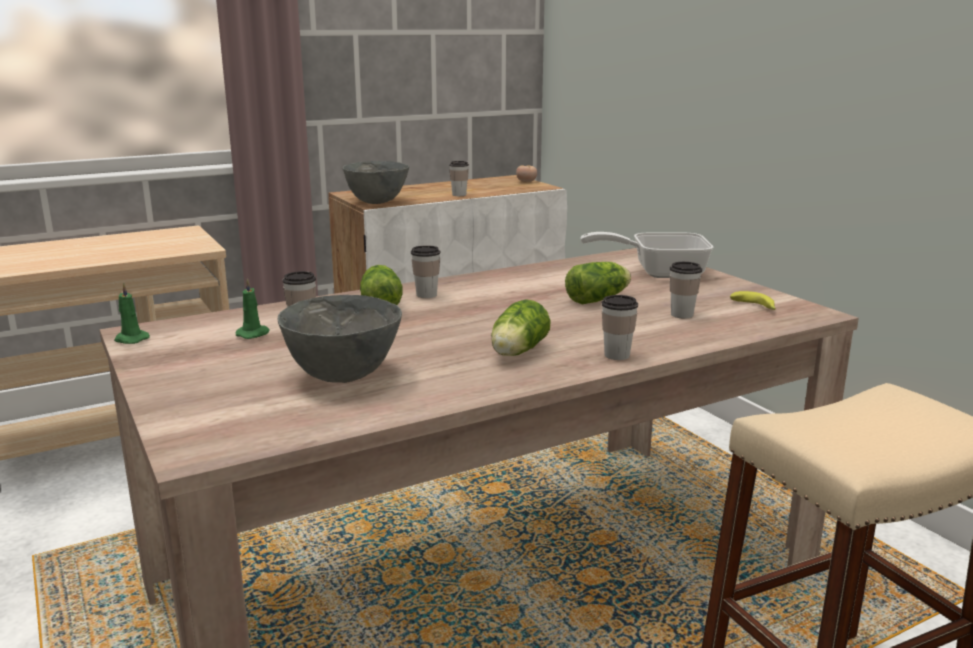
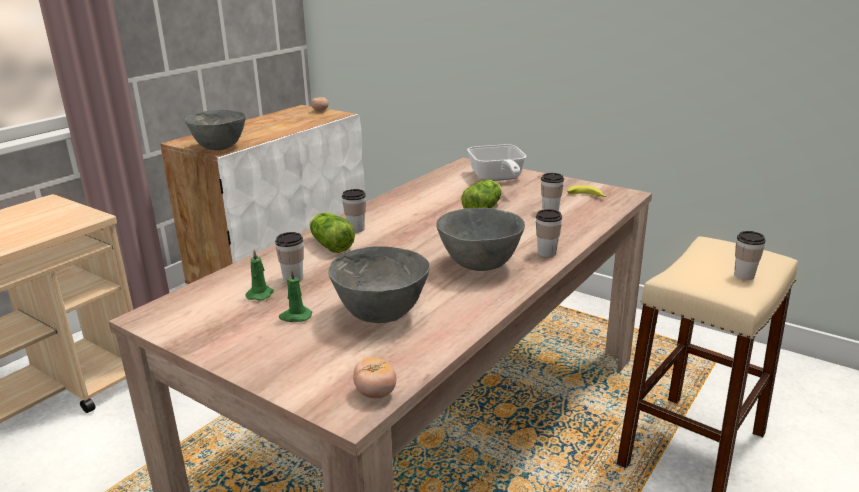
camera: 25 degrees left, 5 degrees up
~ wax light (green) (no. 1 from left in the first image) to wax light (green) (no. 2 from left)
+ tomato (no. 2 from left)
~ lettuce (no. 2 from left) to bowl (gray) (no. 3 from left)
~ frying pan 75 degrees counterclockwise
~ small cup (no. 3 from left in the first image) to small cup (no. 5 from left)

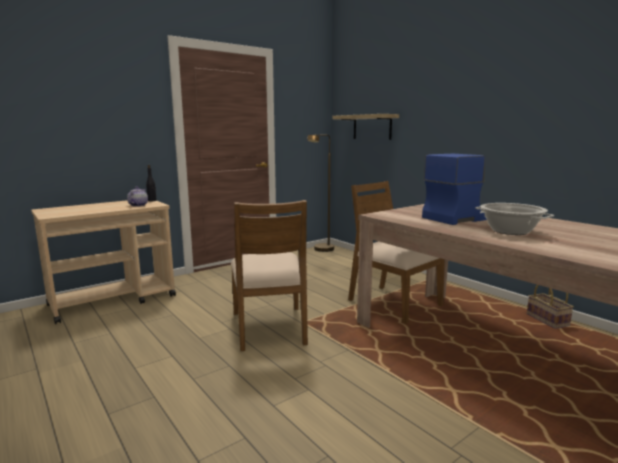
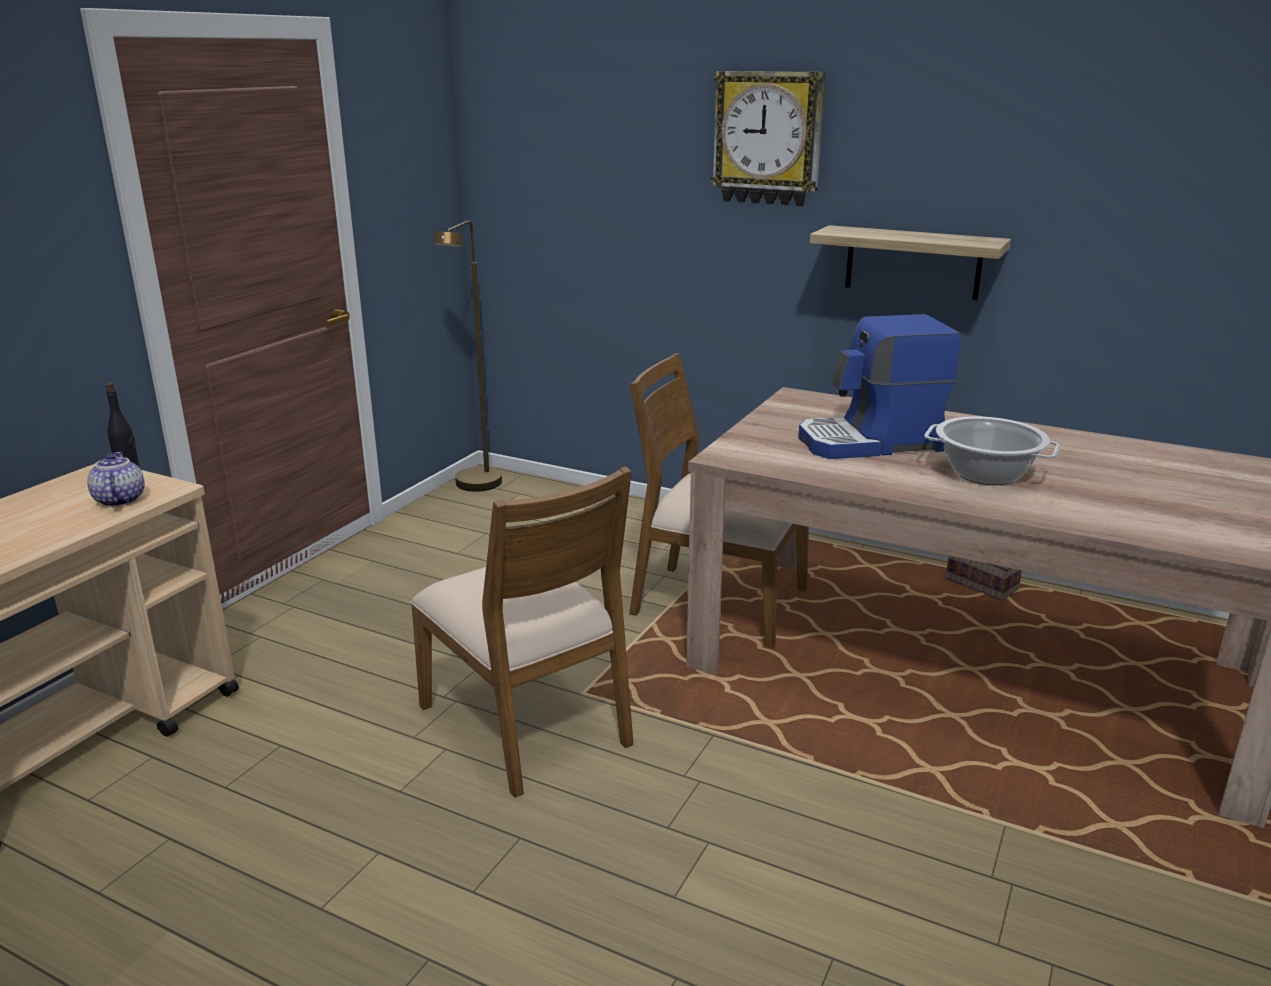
camera: 25 degrees left, 10 degrees up
+ wall clock
~ coffee brewer 135 degrees counterclockwise
~ bracket shelf

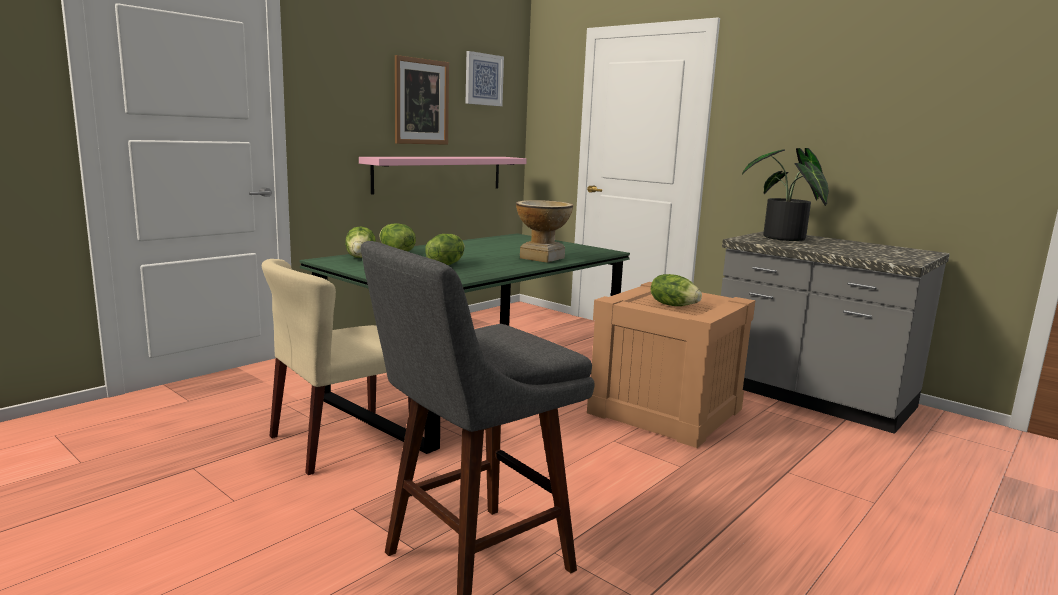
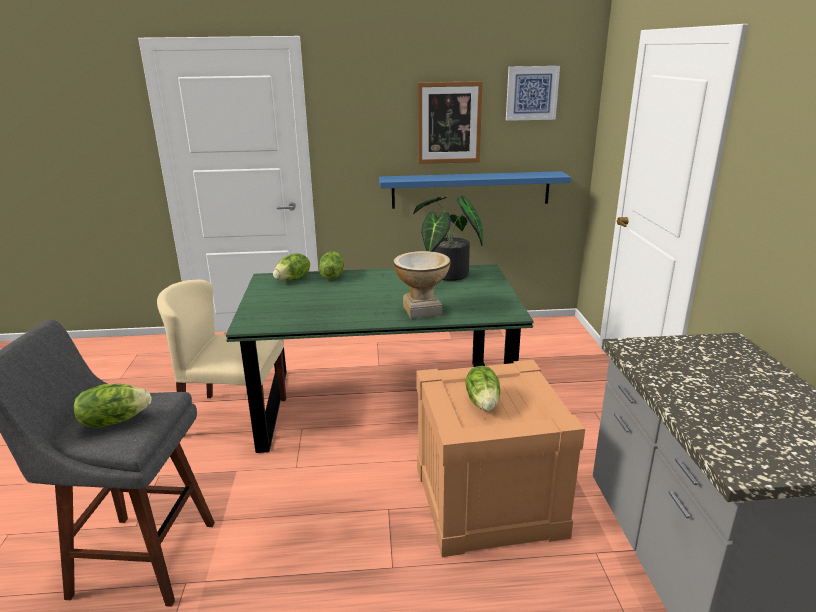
camera: 45 degrees right, 10 degrees up
~ lettuce (no. 3 from left in the first image) to lettuce (no. 1 from left)
~ bracket shelf (pinkish) to bracket shelf (blue)
~ houseplant

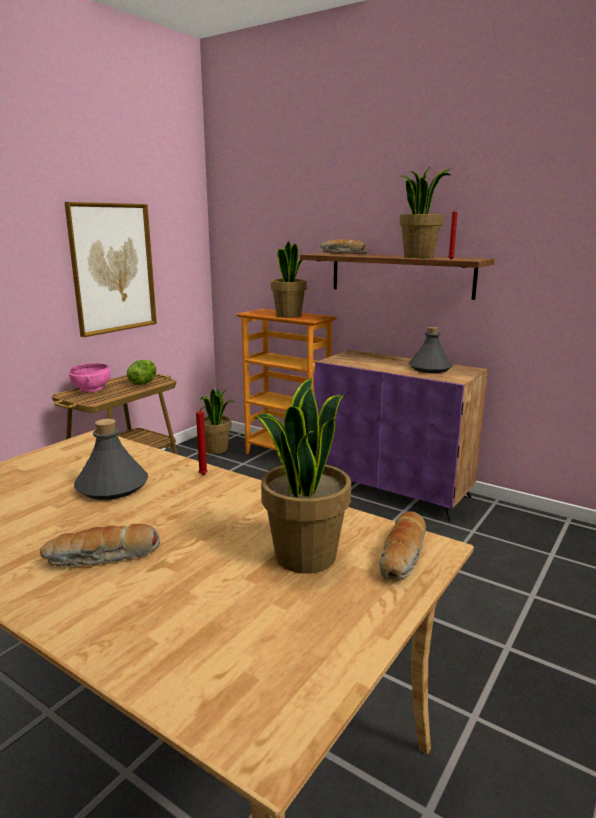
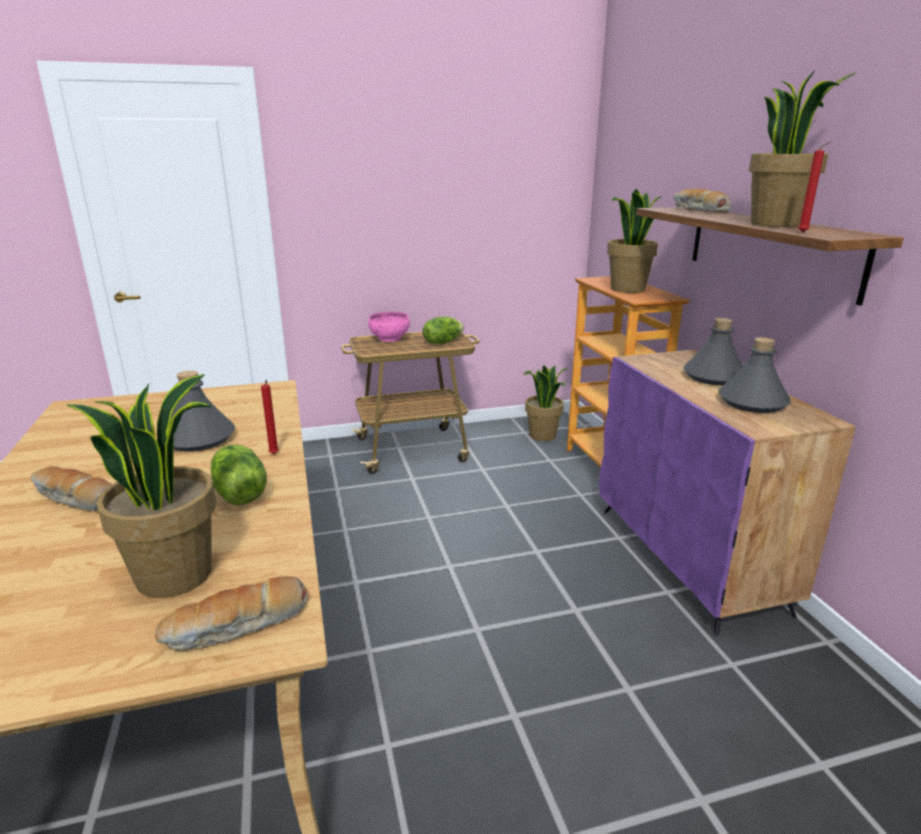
camera: 40 degrees right, 5 degrees up
+ lettuce (no. 1 from left)
+ beverage bottle (gray) (no. 2 from left)
- picture

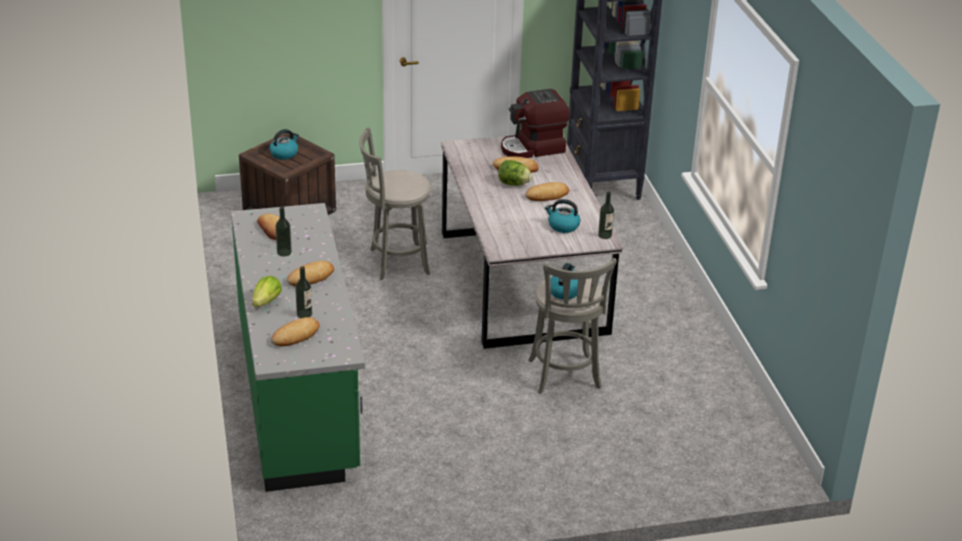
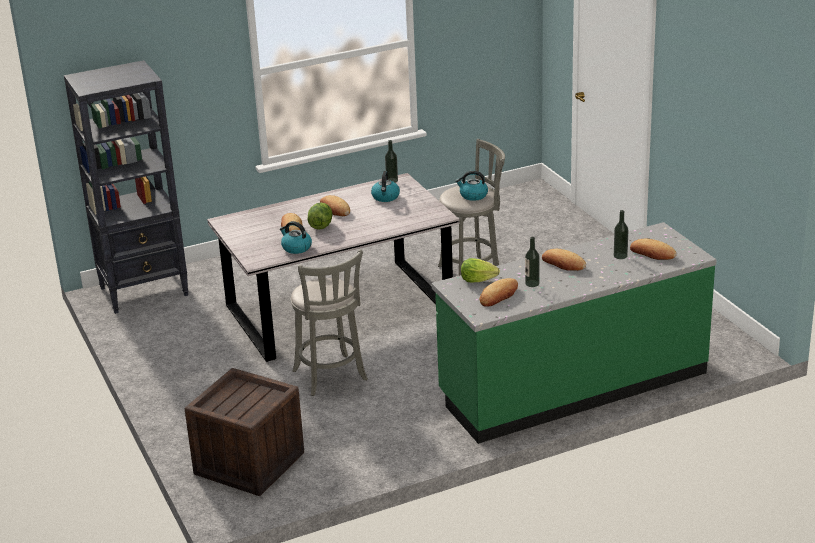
camera: 100 degrees left, 5 degrees down
~ kettle (no. 1 from left)
~ lettuce (no. 1 from left in the first image) to lettuce (no. 2 from left)
- coffee brewer

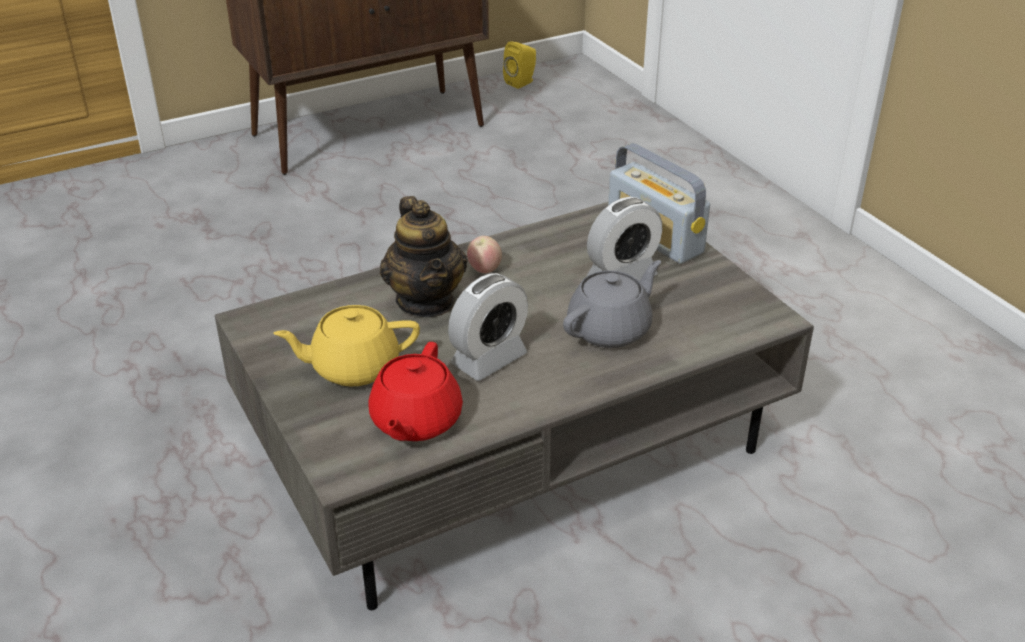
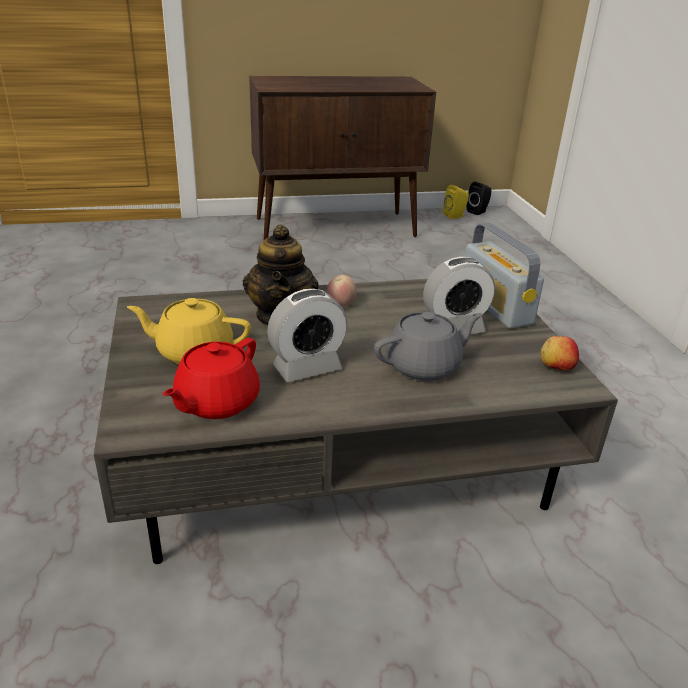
camera: 15 degrees right, 5 degrees down
+ loudspeaker (black-coloured)
+ whole apple (no. 2 from left)

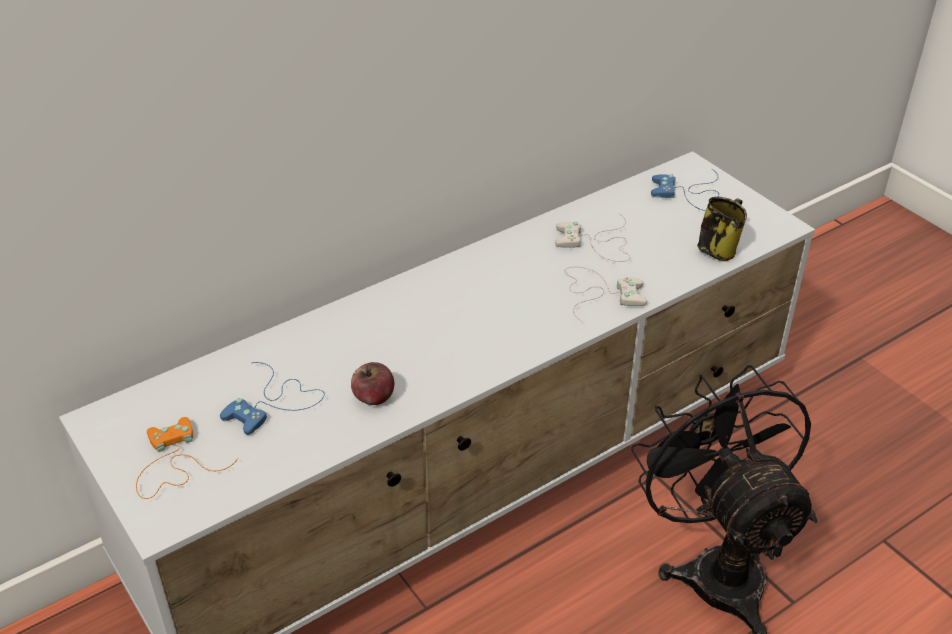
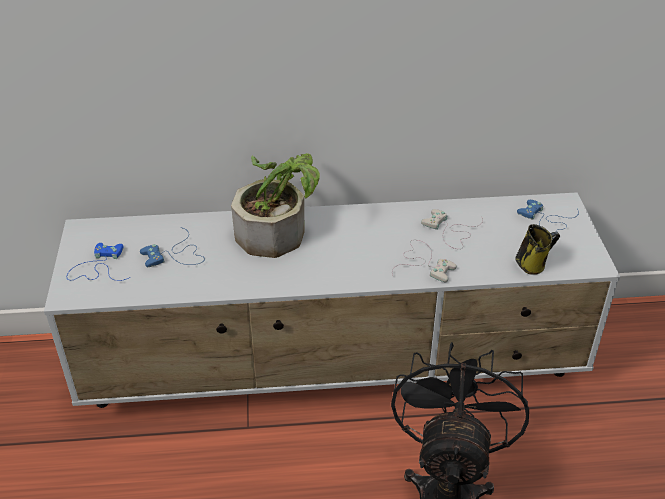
camera: 30 degrees right, 0 degrees up
~ joypad (orangey) to joypad (blue) (no. 1 from left)
+ houseplant
- whole apple

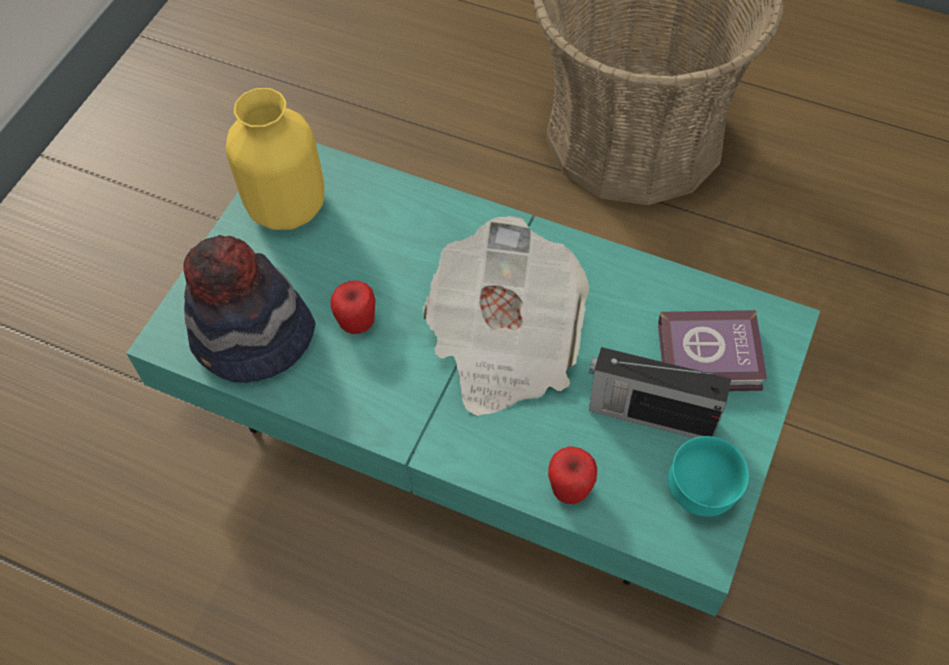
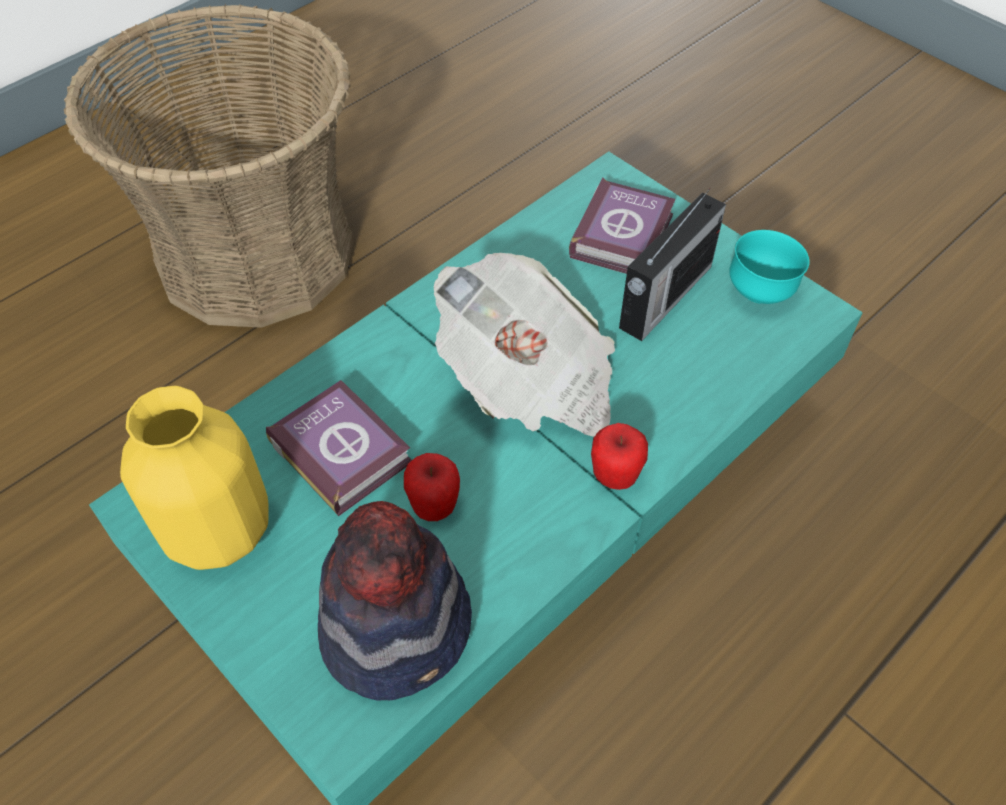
camera: 70 degrees left, 5 degrees down
+ volume (no. 1 from left)
~ whole apple (no. 2 from left)

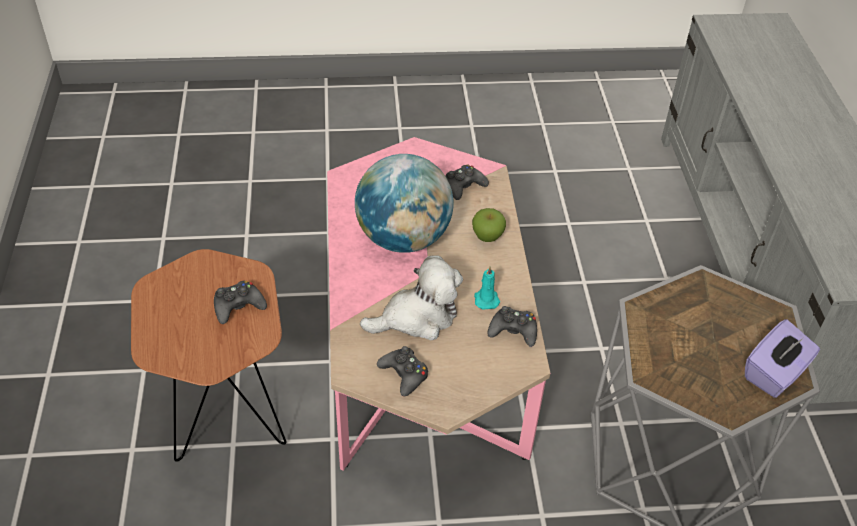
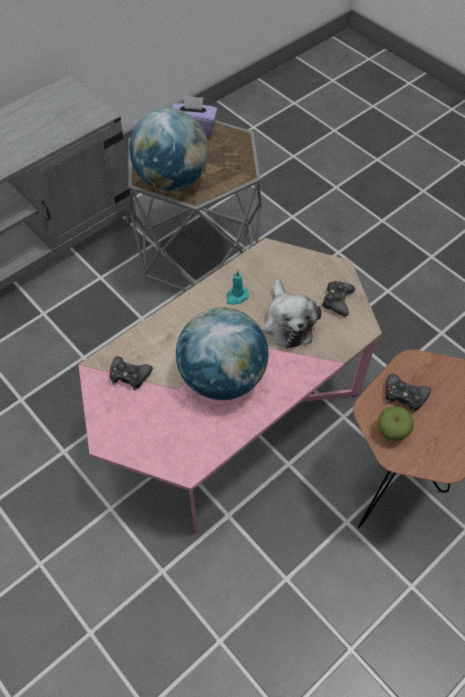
camera: 125 degrees left, 10 degrees up
+ world globe (no. 1 from left)
~ plush toy 135 degrees counterclockwise
~ whole apple
- joypad (black-coloured) (no. 4 from left)

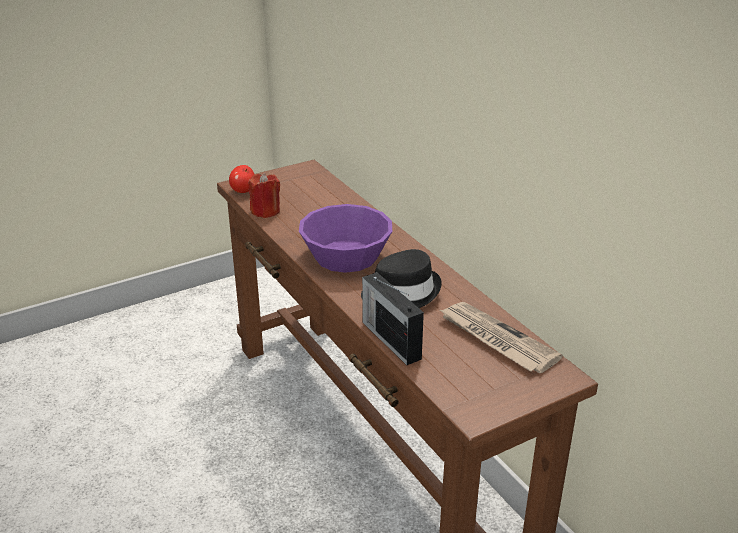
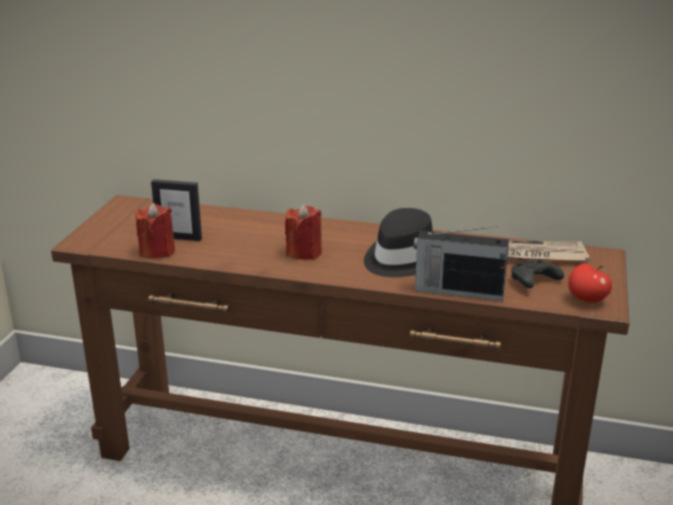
camera: 45 degrees left, 5 degrees down
+ photo frame
~ bowl (purple) to wax light (reddish) (no. 2 from left)
+ joypad (black-coloured)
~ whole apple

